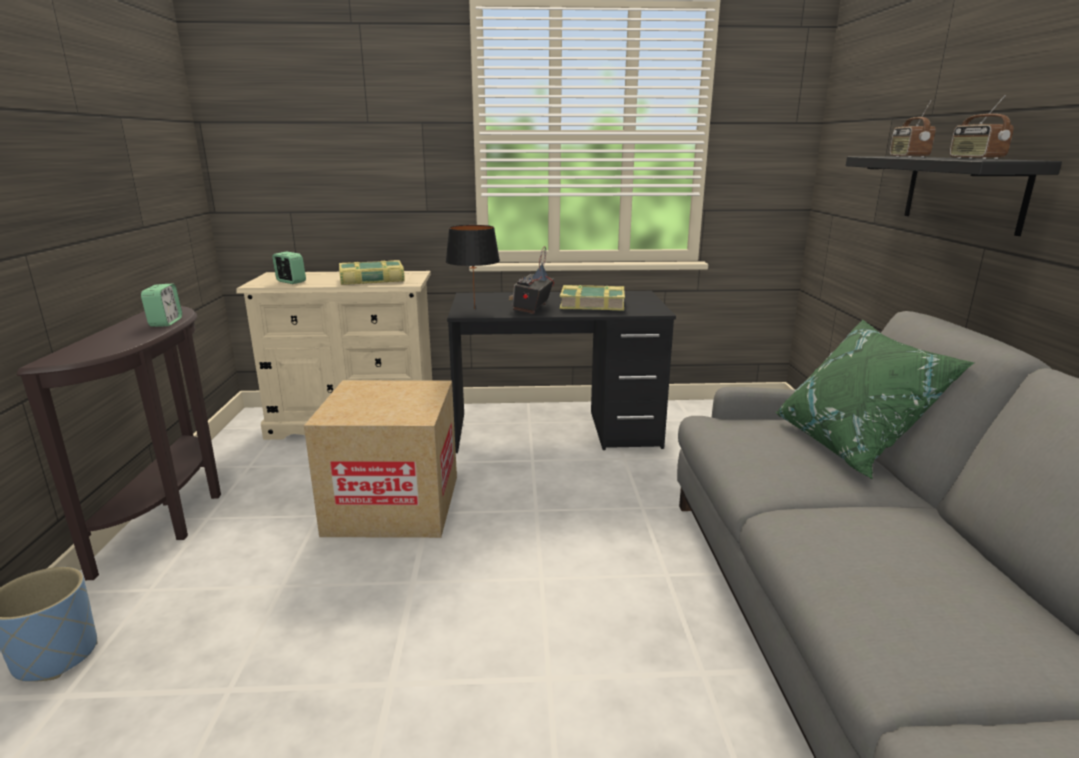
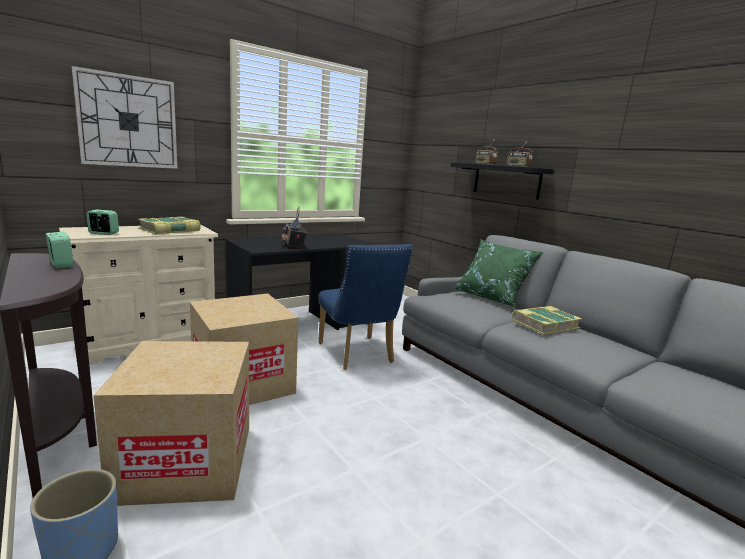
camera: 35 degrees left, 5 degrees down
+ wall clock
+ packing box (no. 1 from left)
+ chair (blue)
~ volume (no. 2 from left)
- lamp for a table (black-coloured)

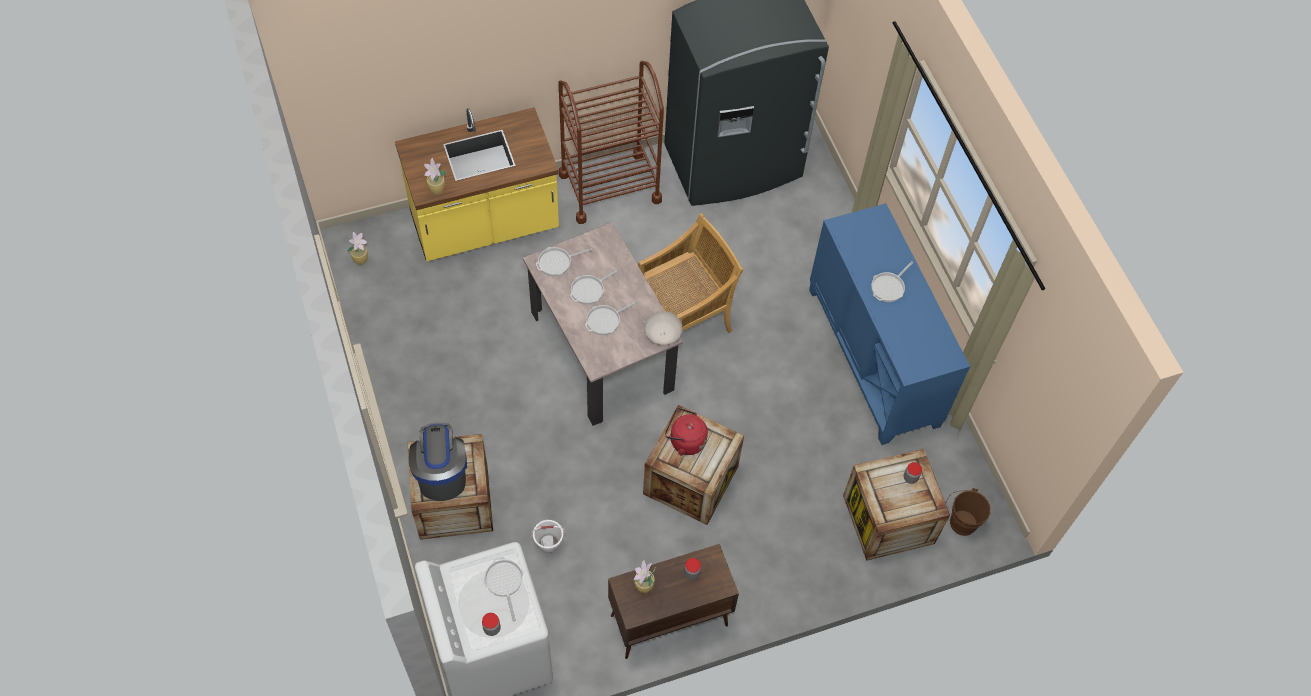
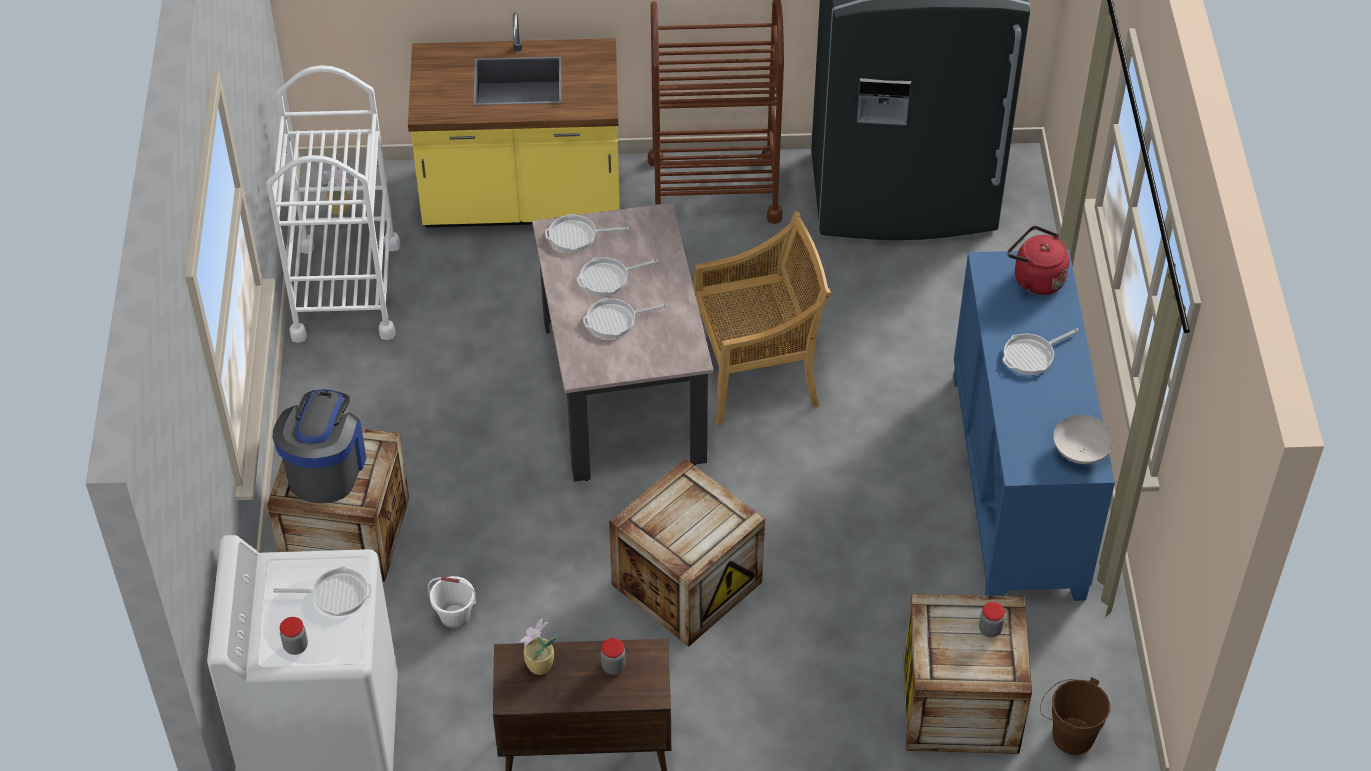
camera: 20 degrees right, 10 degrees down
+ cart (whitish)
~ frying pan (no. 1 from left) 90 degrees clockwise
~ kettle (reddish)
~ bowl (whitish)
- houseplant (no. 2 from left)

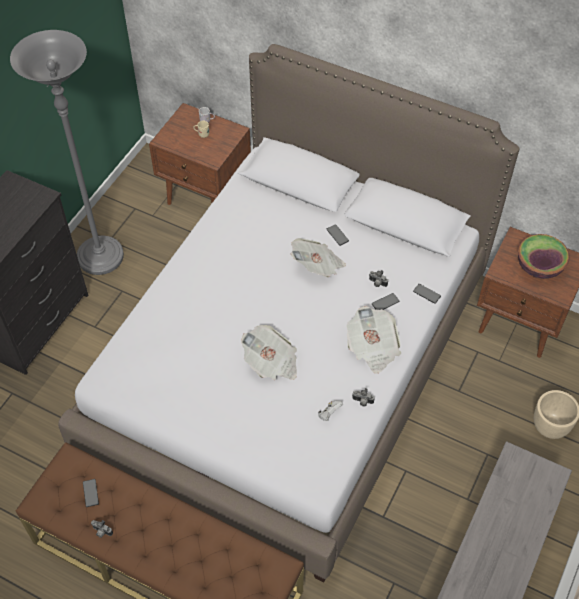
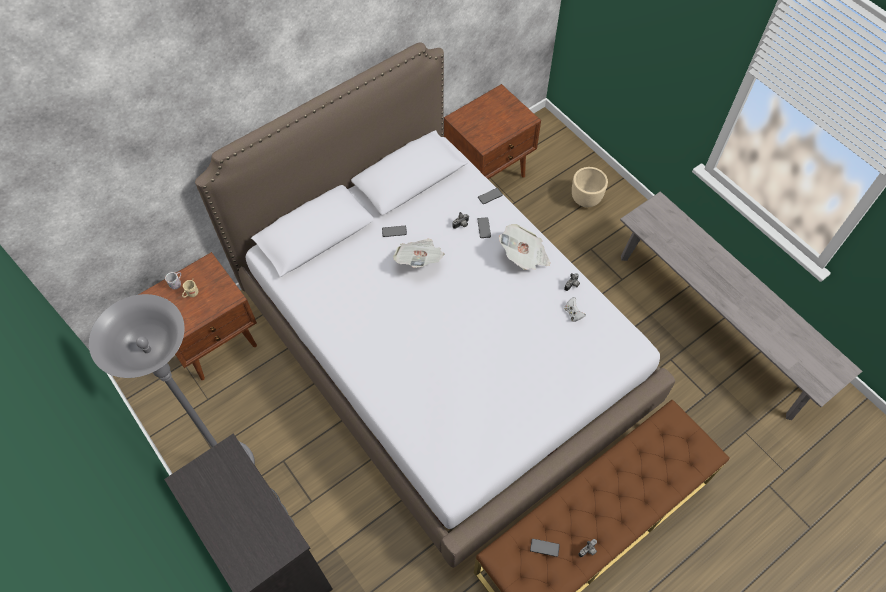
camera: 65 degrees left, 5 degrees up
- newspaper (no. 1 from left)
- bowl

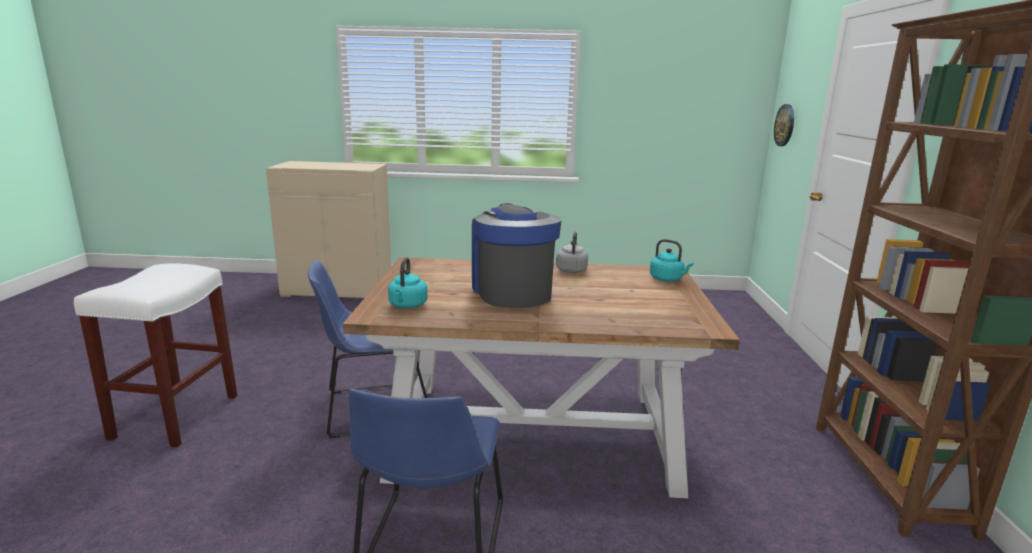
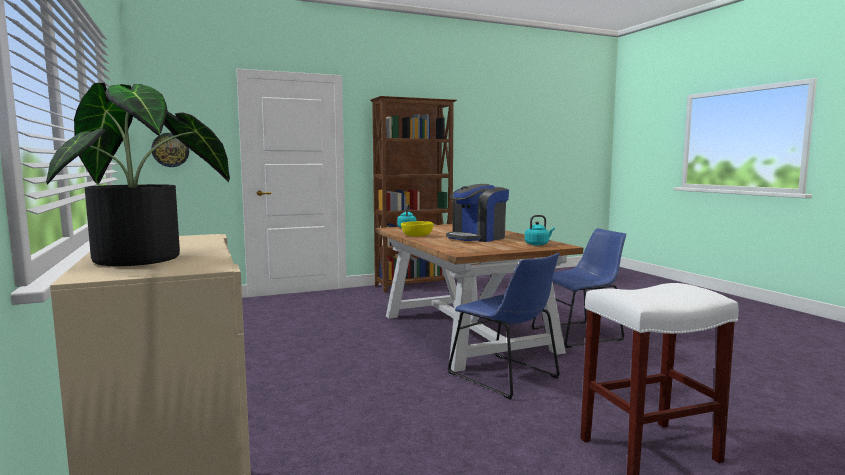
camera: 115 degrees left, 10 degrees down
+ houseplant
~ kettle (gray) to bowl (yellow-coloured)

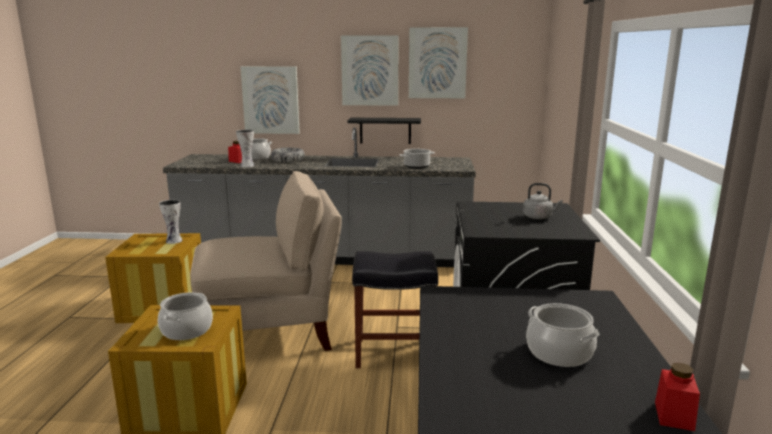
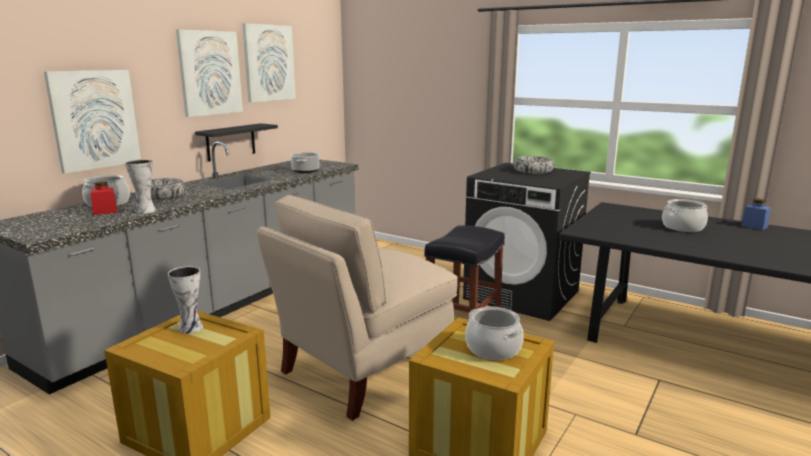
camera: 60 degrees left, 0 degrees up
~ chair (sand-coloured) 150 degrees counterclockwise
~ kettle (gray) to bowl (no. 2 from left)
~ storage jar (reddish) (no. 2 from left) to storage jar (blue)

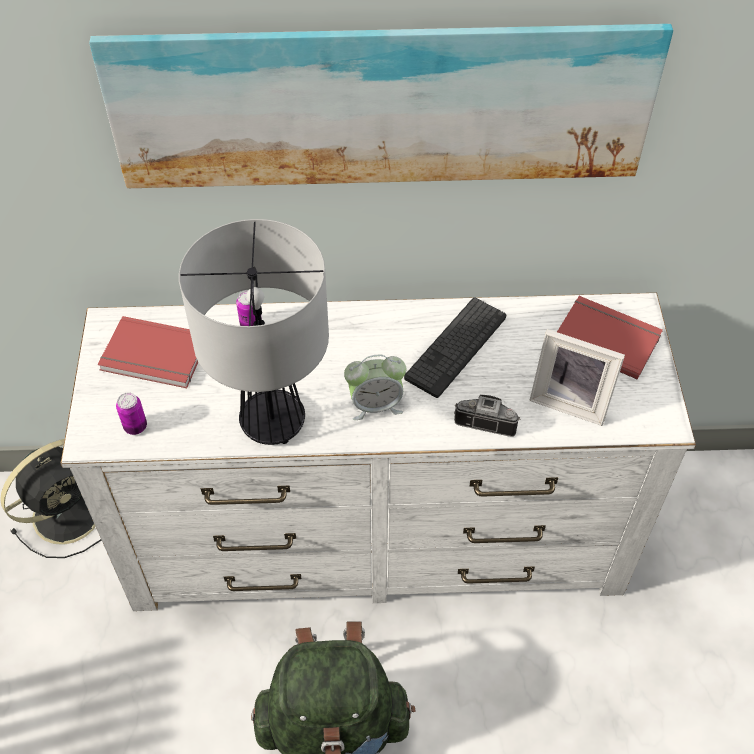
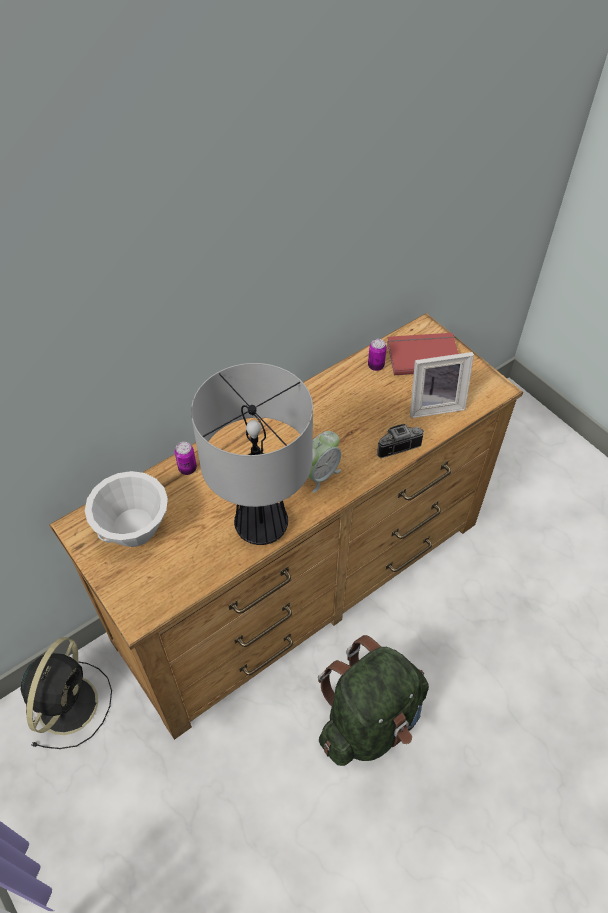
camera: 35 degrees left, 0 degrees up
~ drawer chest (whitish) to drawer chest (brownish)
~ volume (reddish) (no. 1 from left) to bowl (whitish)
~ can (no. 1 from left in the first image) to can (no. 2 from left)
- picture
- PC keyboard

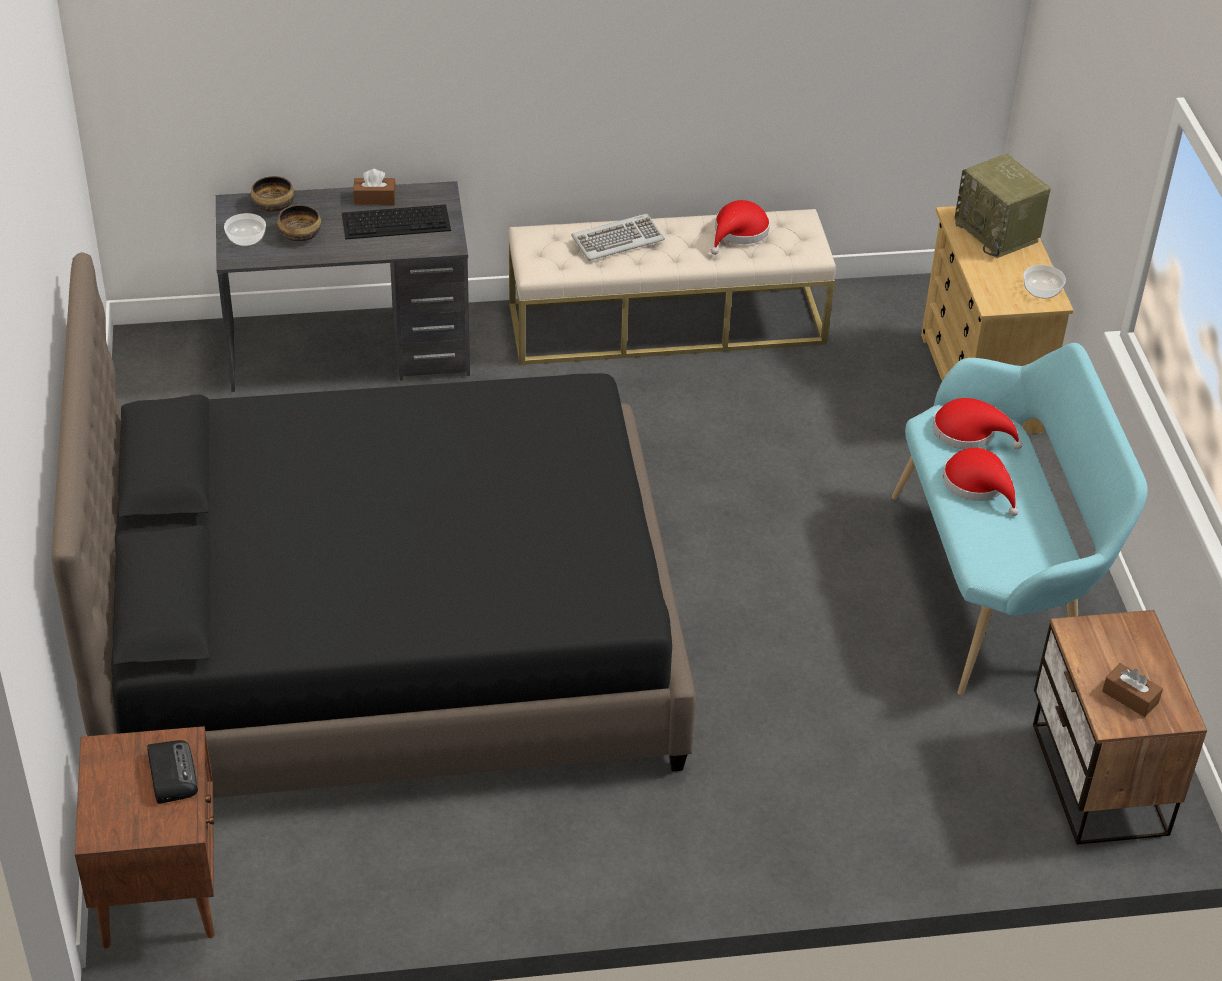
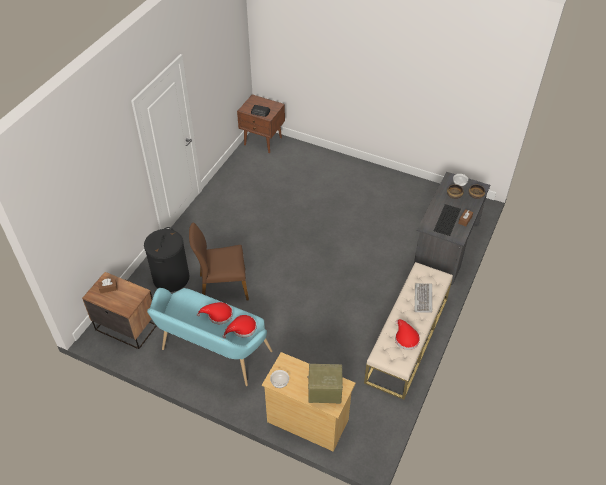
camera: 125 degrees right, 5 degrees up
+ laundry basket (black-coloured)
+ chair (brownish)
- bed (black-coloured)

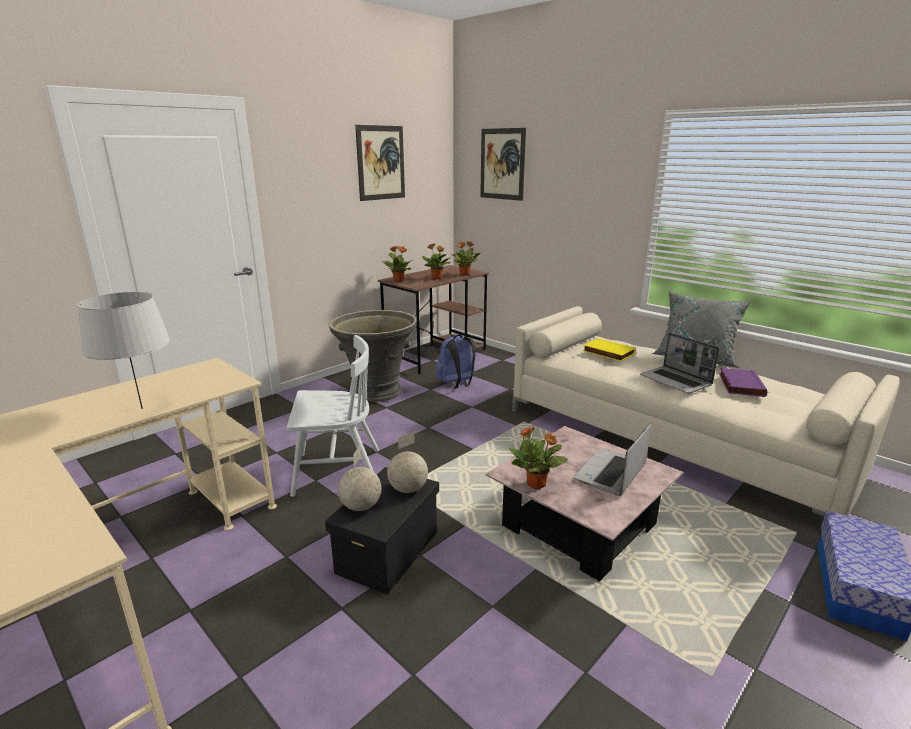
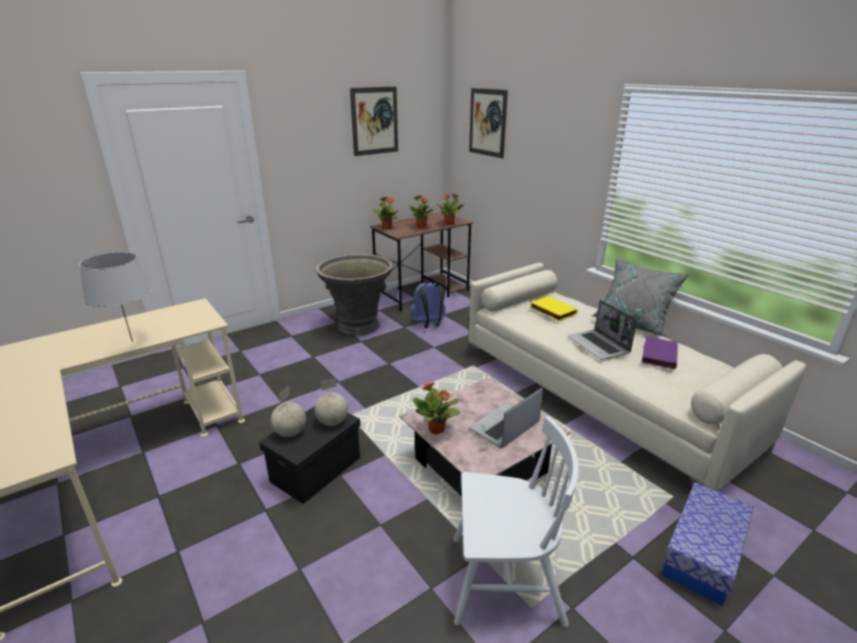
camera: 10 degrees right, 5 degrees up
~ chair (whitish)

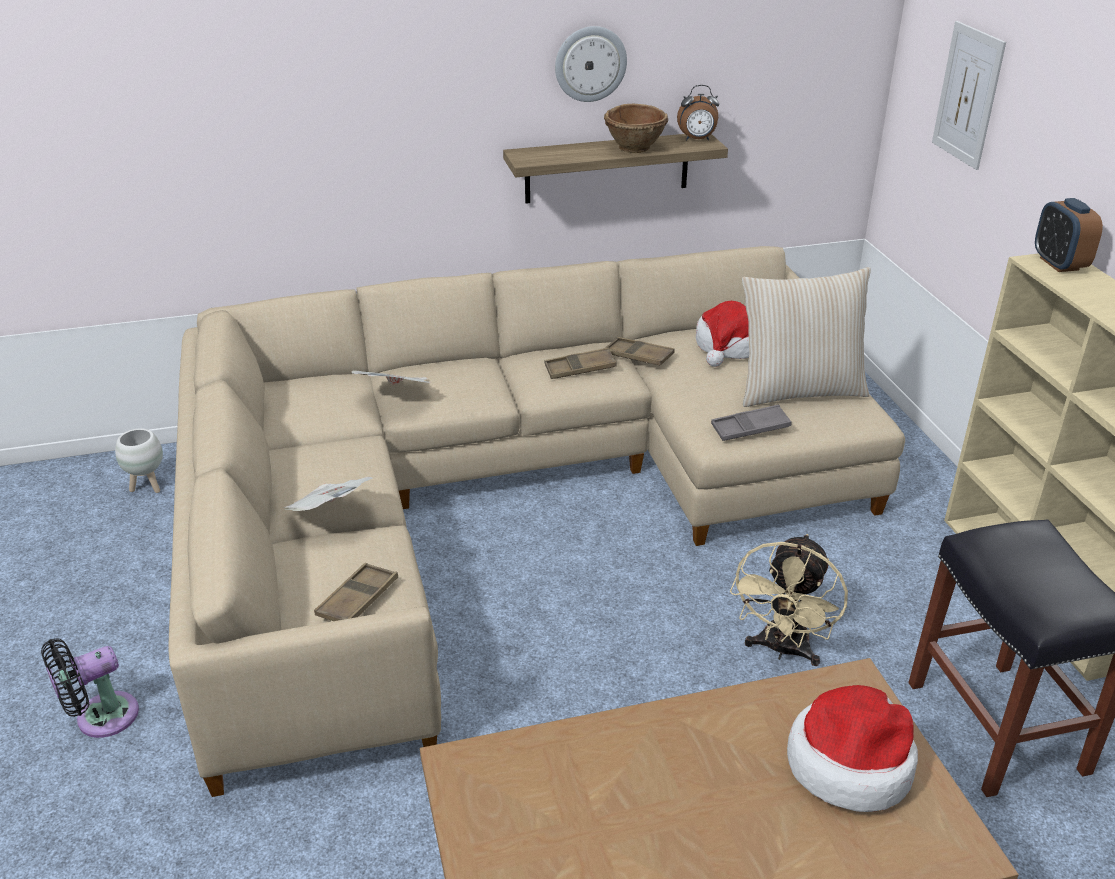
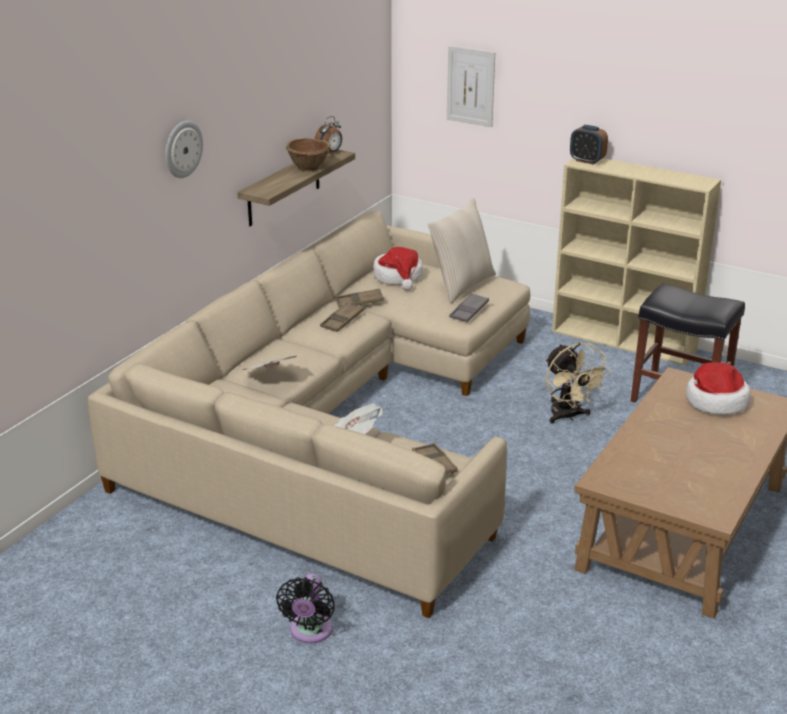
camera: 45 degrees left, 5 degrees down
~ wall clock
- plant pot (whitish)

